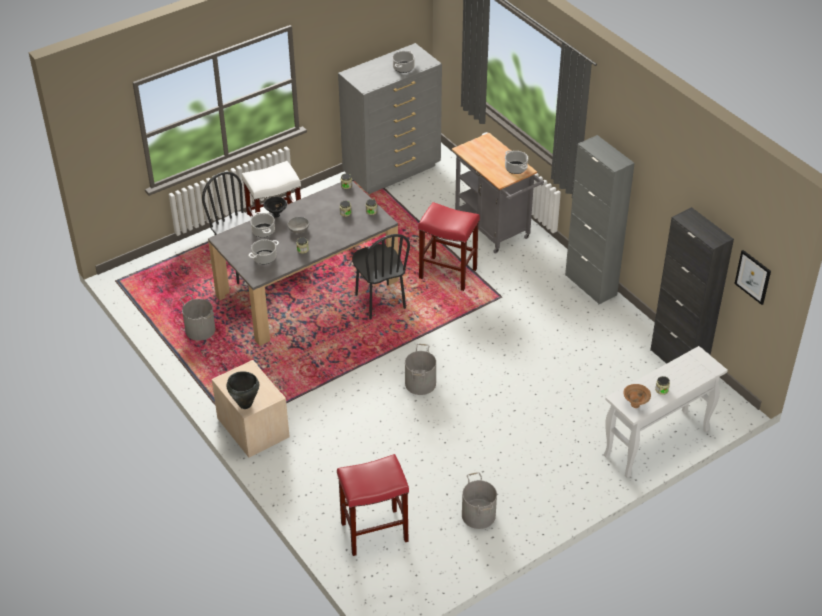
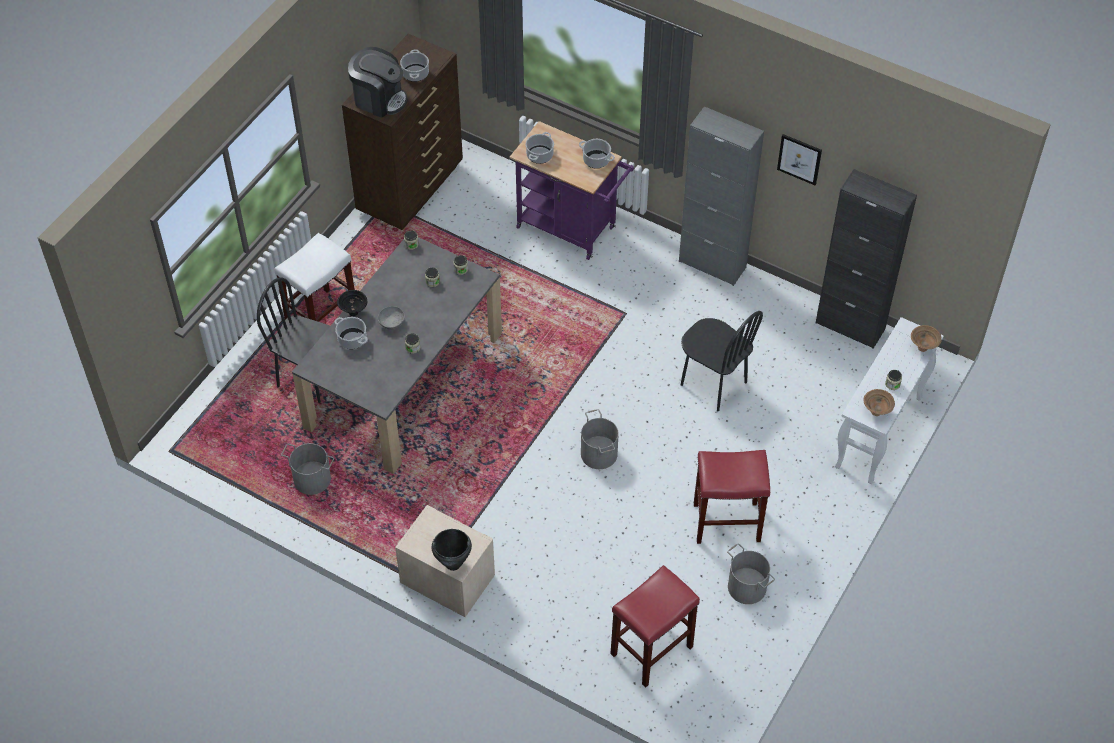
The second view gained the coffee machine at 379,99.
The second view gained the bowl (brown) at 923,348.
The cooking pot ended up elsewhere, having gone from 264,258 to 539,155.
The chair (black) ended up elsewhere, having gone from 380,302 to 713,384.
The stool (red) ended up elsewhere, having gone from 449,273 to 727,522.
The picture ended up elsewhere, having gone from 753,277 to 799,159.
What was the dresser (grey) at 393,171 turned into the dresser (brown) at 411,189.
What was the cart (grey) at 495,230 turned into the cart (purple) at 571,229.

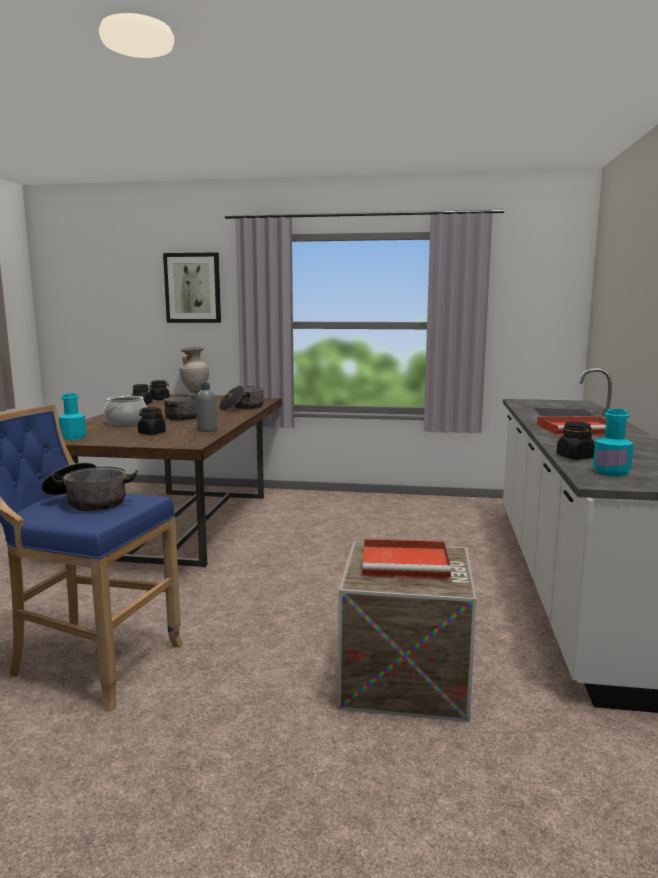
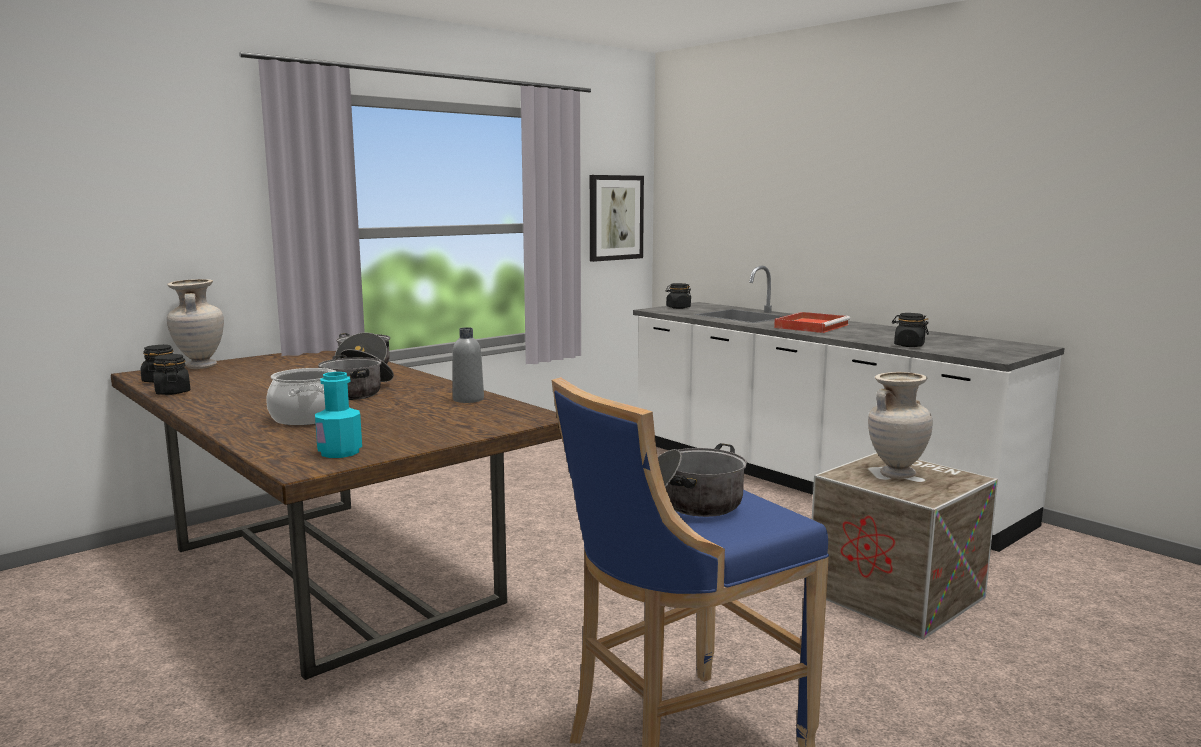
The second view lost the bottle (turquoise) at 611,472.
The jar (black) ended up elsewhere, having gone from 151,433 to 678,307.
The picture ended up elsewhere, having gone from 193,288 to 615,217.
Where the tray (red) stood at 406,562, the vase (beige) came to stand at 895,474.

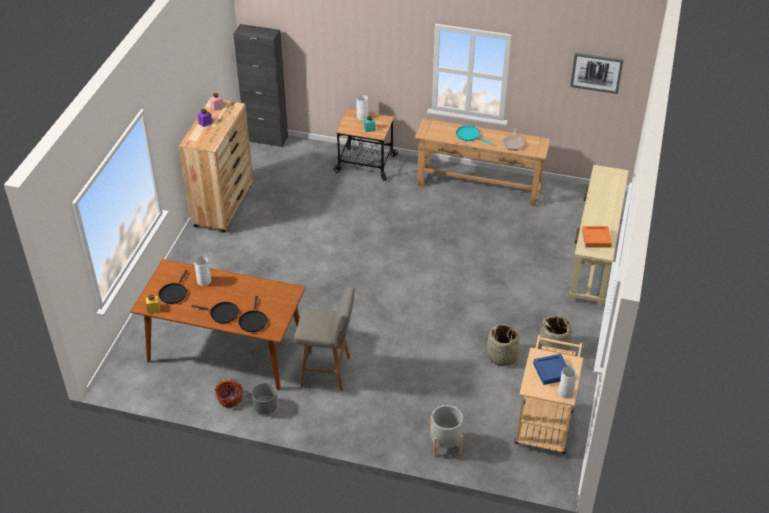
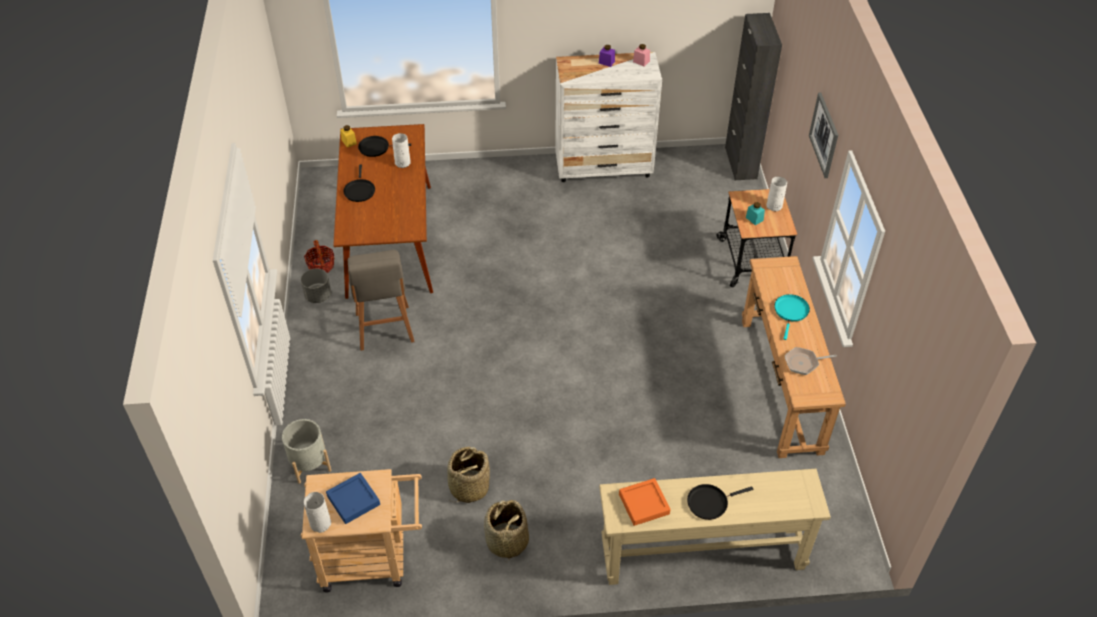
The frying pan (black) ended up elsewhere, having gone from 253,321 to 710,502.
The picture ended up elsewhere, having gone from 596,72 to 824,135.
What was the dresser (brown) at 223,205 turned into the dresser (white) at 604,167.

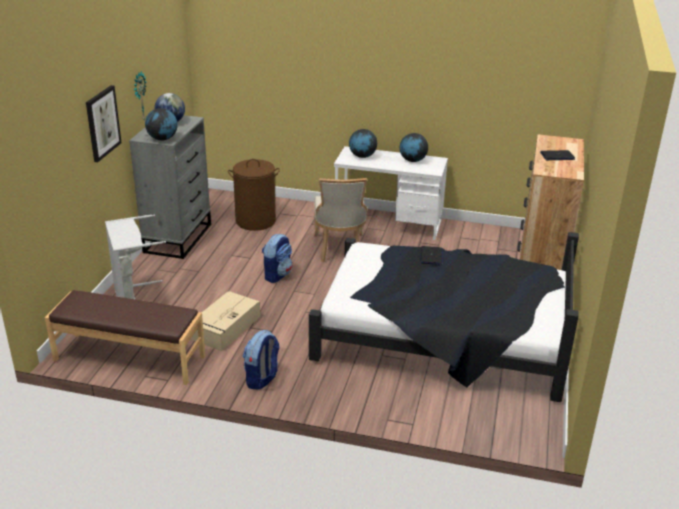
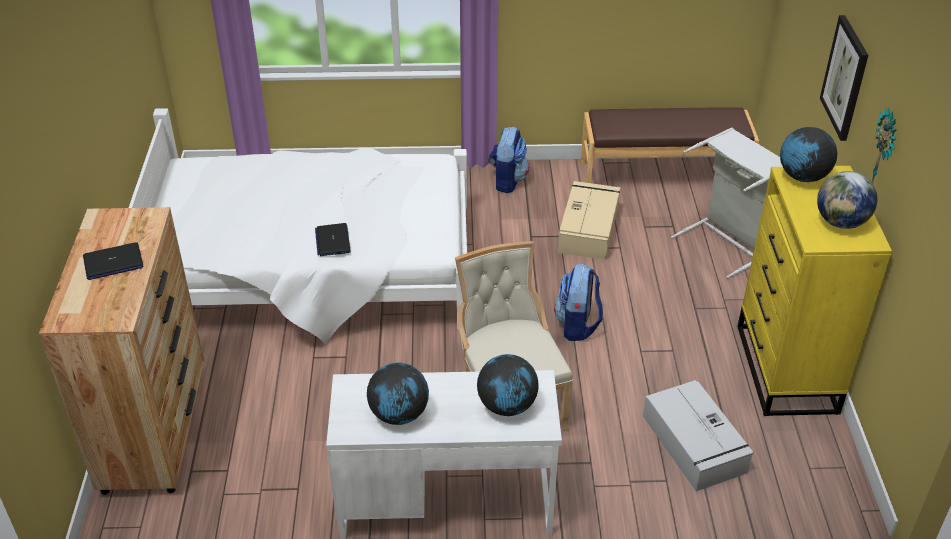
Where the laundry basket (brown) stood at 255,221, the storage box (grey) came to stand at 695,445.
What was the dresser (grey) at 178,238 turned into the dresser (yellow) at 786,370.
What was the bed (black) at 441,337 turned into the bed (white) at 315,269.

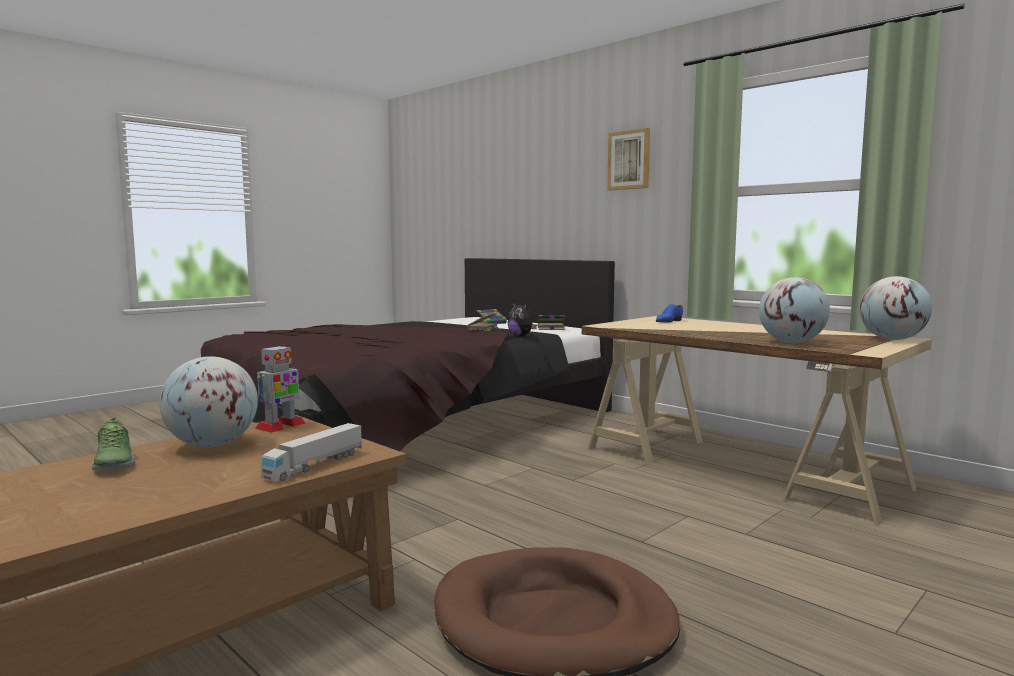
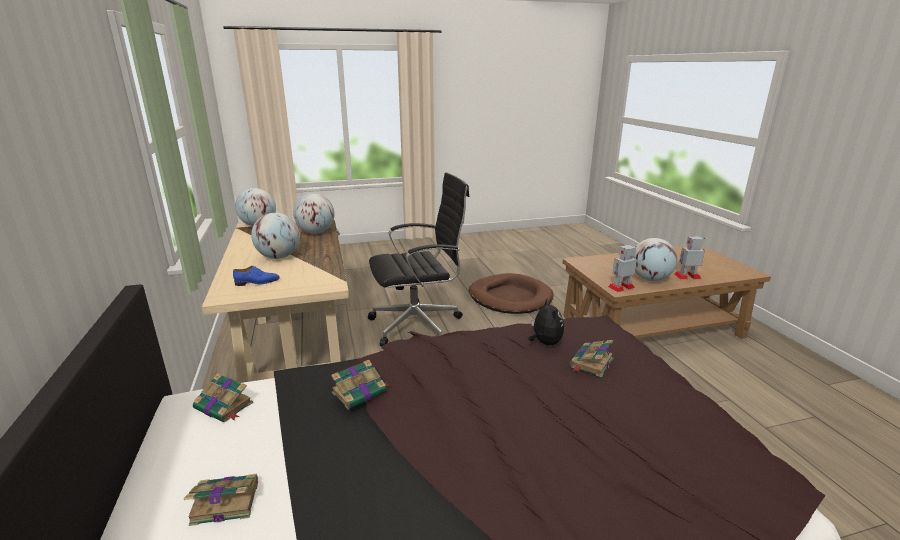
The second view lost the toy truck at 315,465.
The second view lost the picture at 629,160.
The second view gained the globe at 279,257.
The second view gained the office chair (black) at 419,325.
The second view gained the book at 591,363.
The plush toy ended up elsewhere, having gone from 521,336 to 545,343.
Where the shoe stood at 113,463, the toy robot came to stand at 687,276.

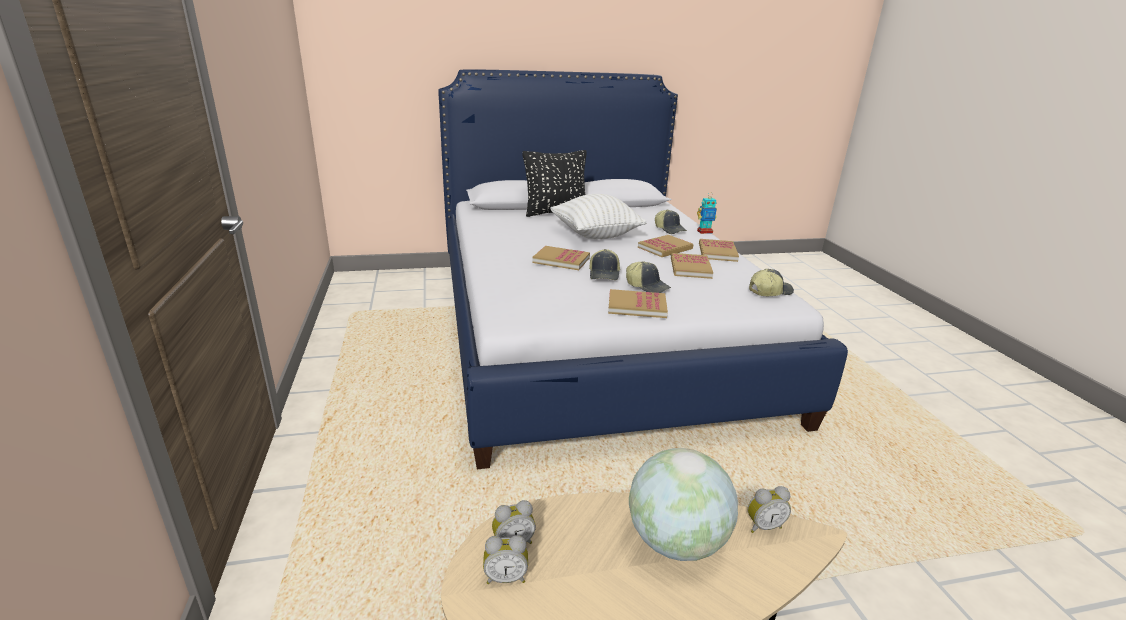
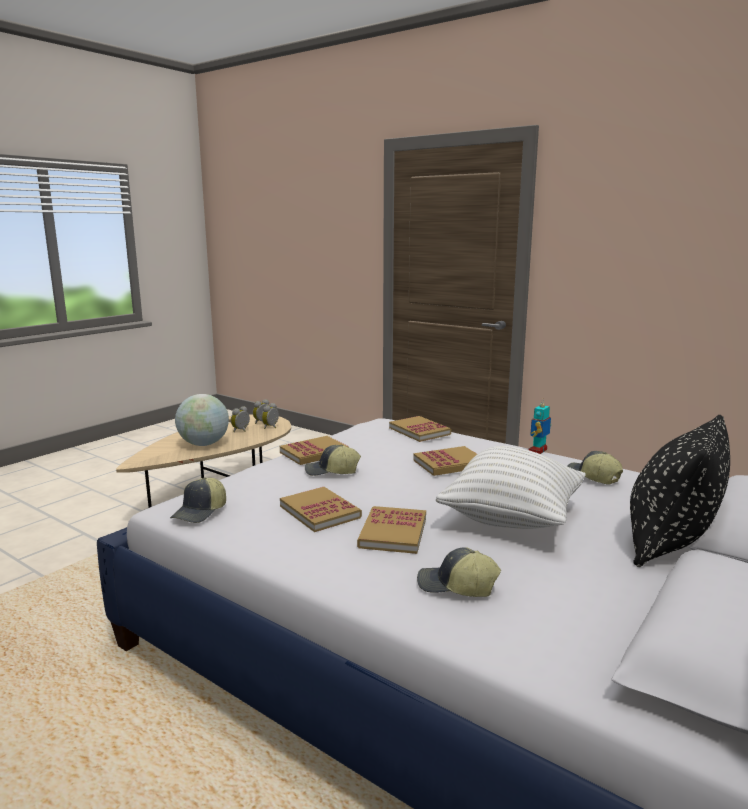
The cap ended up elsewhere, having gone from 604,274 to 592,477.
The toy robot ended up elsewhere, having gone from 704,232 to 538,451.
The book ended up elsewhere, having gone from 717,252 to 419,431.
The alarm clock ended up elsewhere, having gone from 763,525 to 241,431.

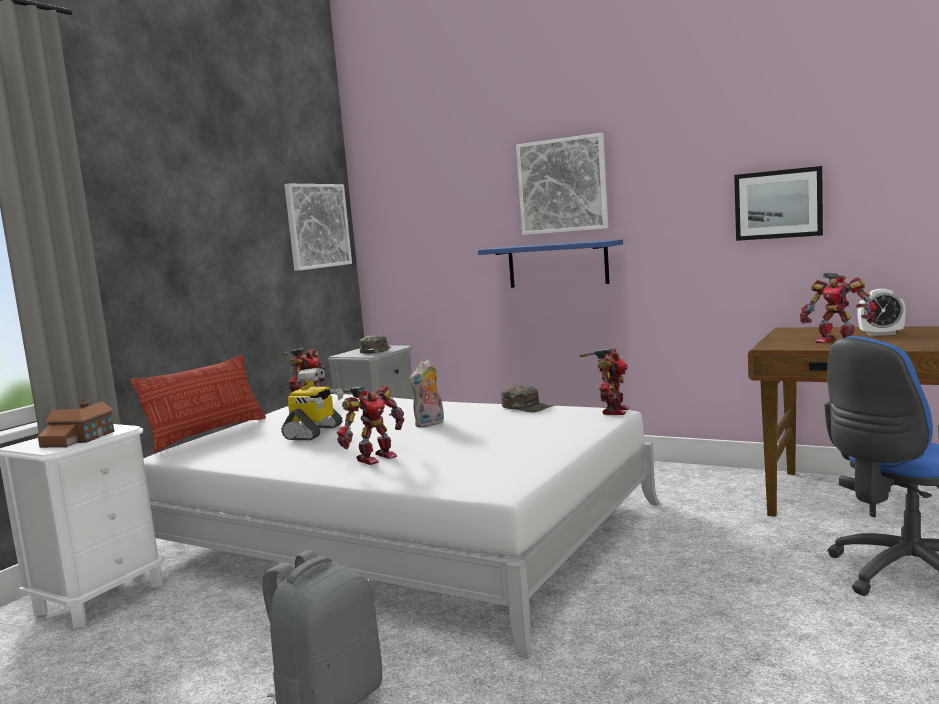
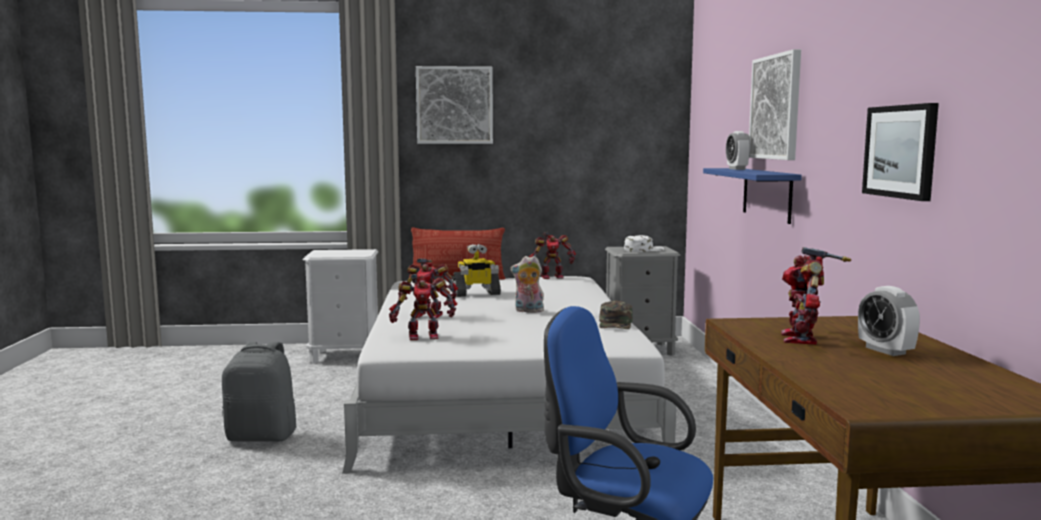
The second view lost the toy house at 78,439.
The second view gained the alarm clock at 737,169.
The picture ended up elsewhere, having gone from 317,226 to 454,105.
The toy robot ended up elsewhere, having gone from 612,411 to 423,336.
What was the cap (green) at 375,350 turned into the cap (white) at 643,250.

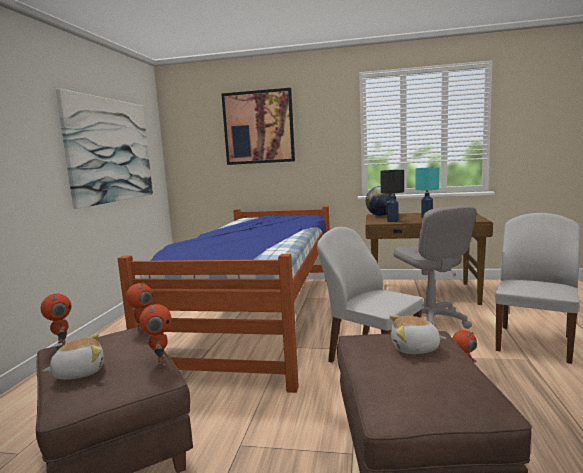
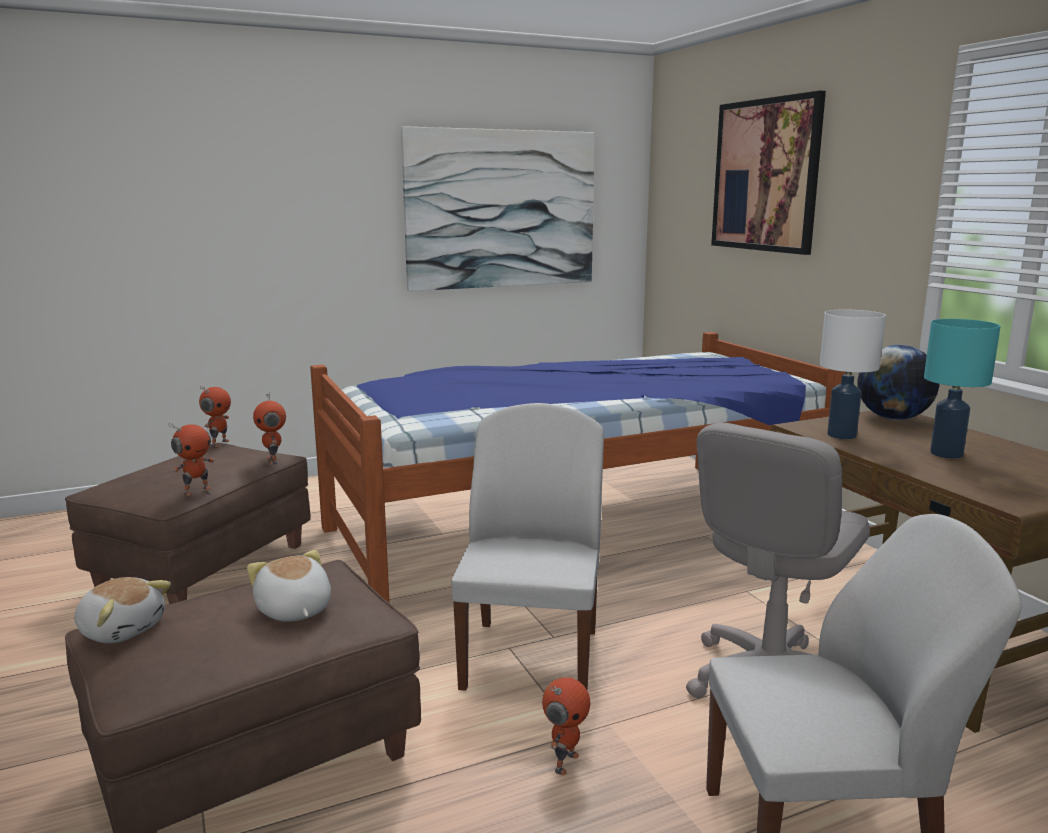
The plush toy ended up elsewhere, having gone from 79,372 to 122,629.
What was the table lamp (black) at 392,221 turned into the table lamp (white) at 841,435.
The toy robot at 143,331 ended up facing another way, 150 degrees clockwise from before.

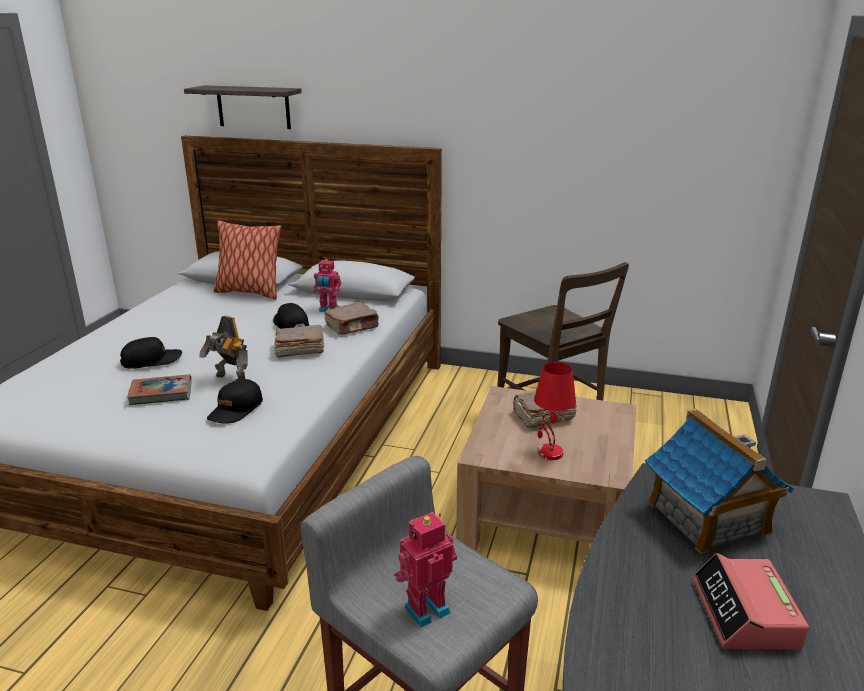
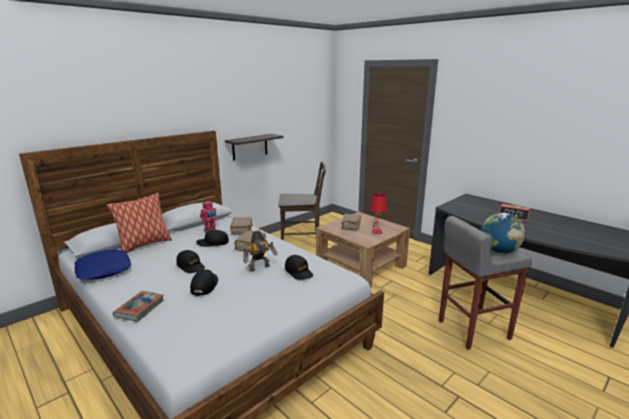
The second view lost the toy house at 708,518.
The second view gained the pillow (blue) at 104,270.
The second view gained the cap (black) at 191,266.
The book ended up elsewhere, having gone from 161,393 to 140,308.
The shelf ended up elsewhere, having gone from 253,107 to 250,147.
Where the toy robot stood at 425,608, the globe came to stand at 499,251.

